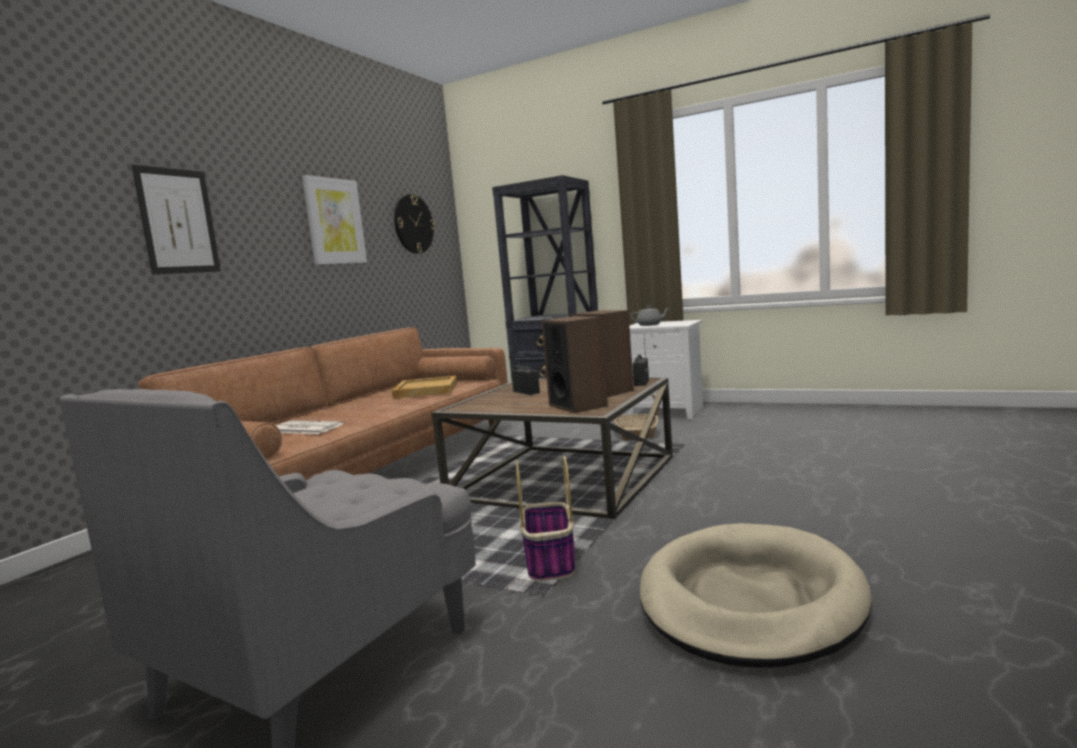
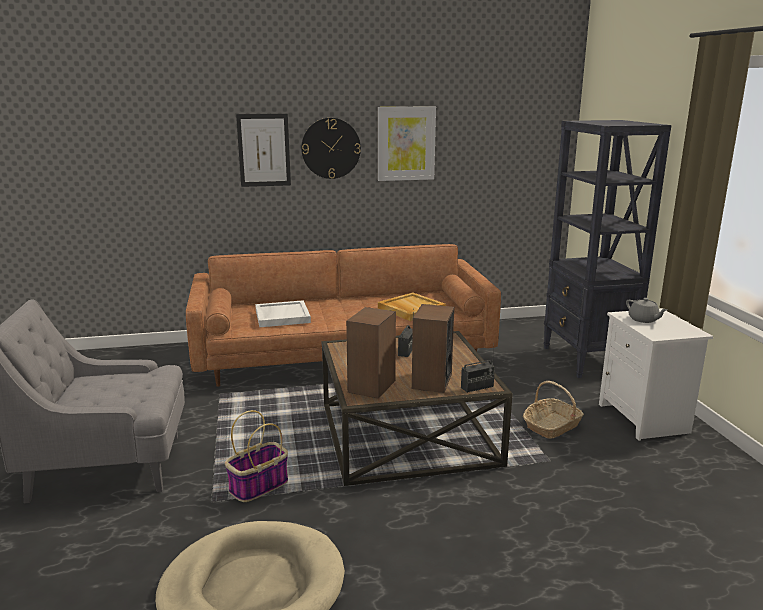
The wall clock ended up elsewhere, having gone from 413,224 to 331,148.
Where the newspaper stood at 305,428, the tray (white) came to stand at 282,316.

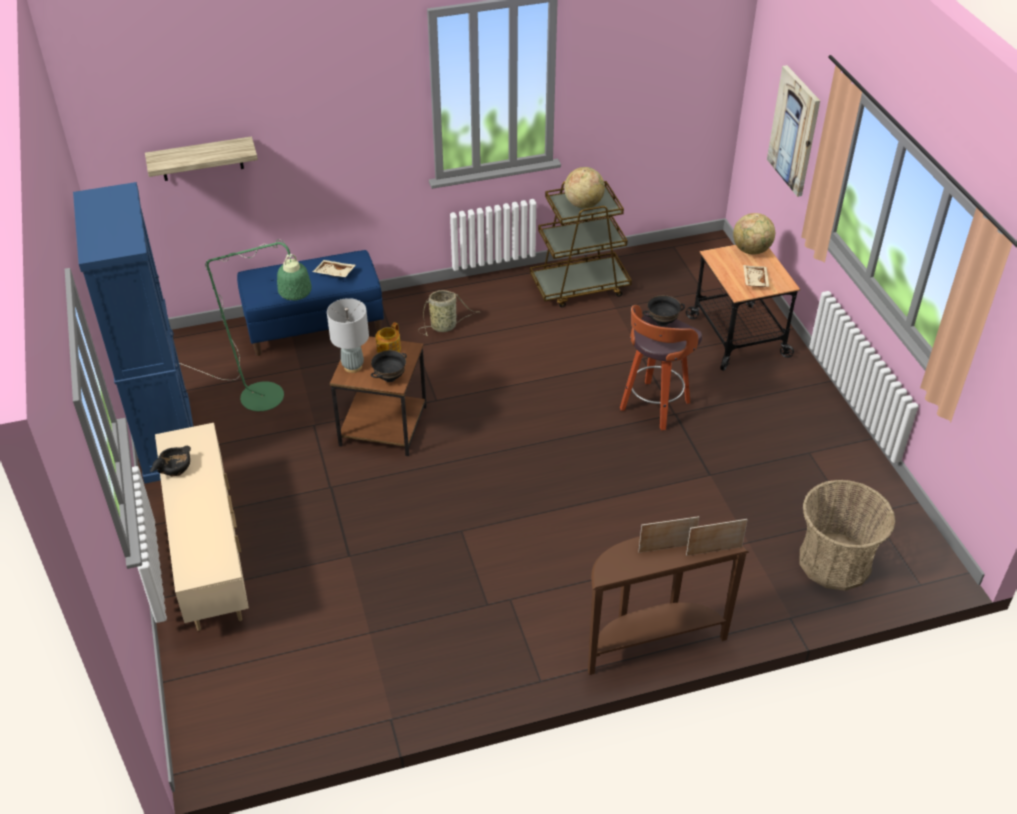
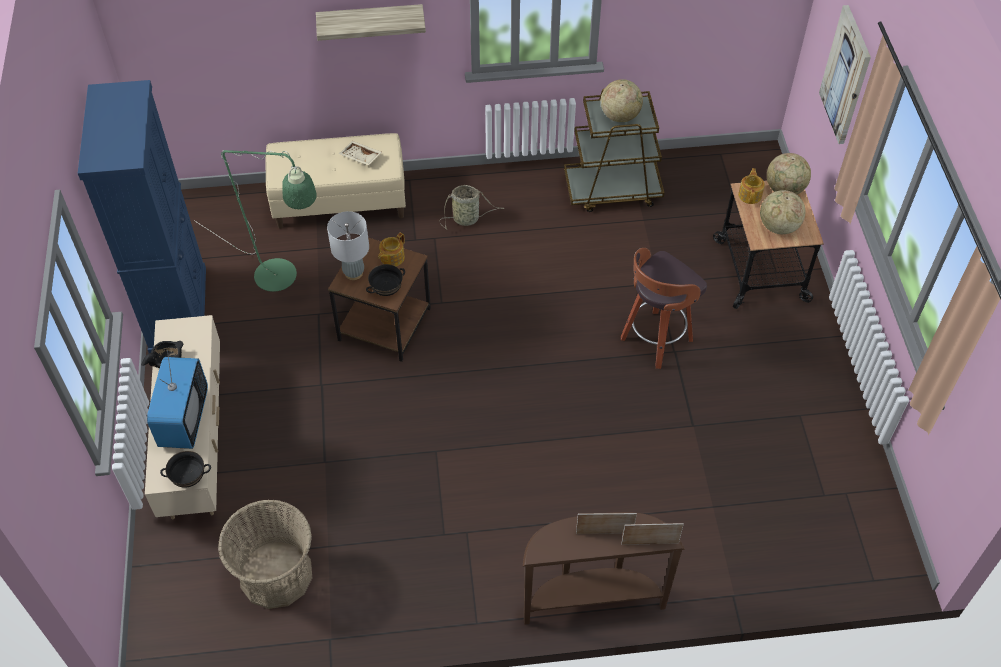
The second view gained the television at 184,419.
The second view gained the teapot at 750,195.
The shelf ended up elsewhere, having gone from 201,159 to 370,22.
The bowl (black) ended up elsewhere, having gone from 662,321 to 189,478.
The basket ended up elsewhere, having gone from 835,562 to 276,575.
Where the tray (beige) stood at 754,280, the globe came to stand at 778,227.
What was the bench (blue) at 315,326 turned into the bench (beige) at 340,202.

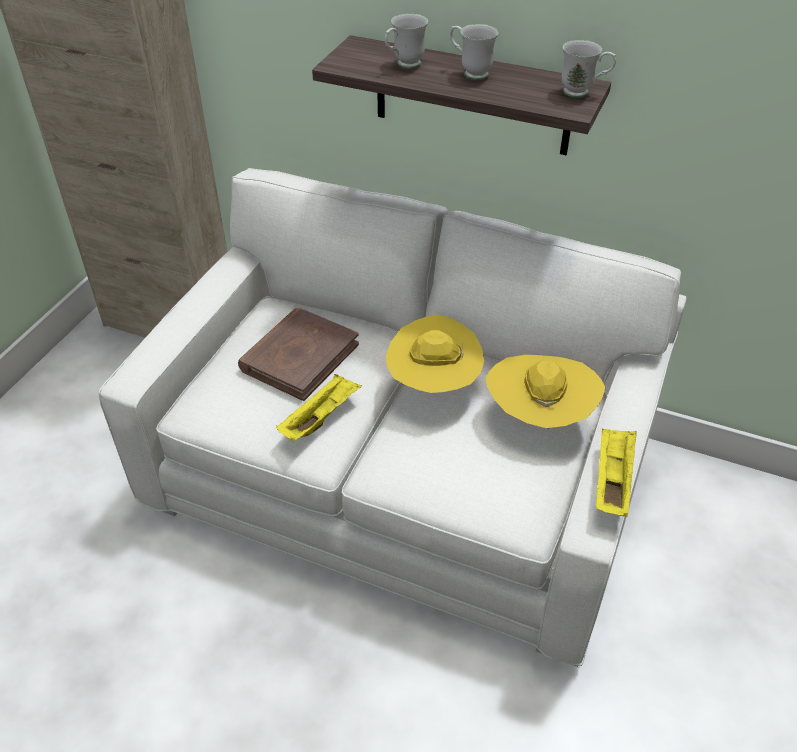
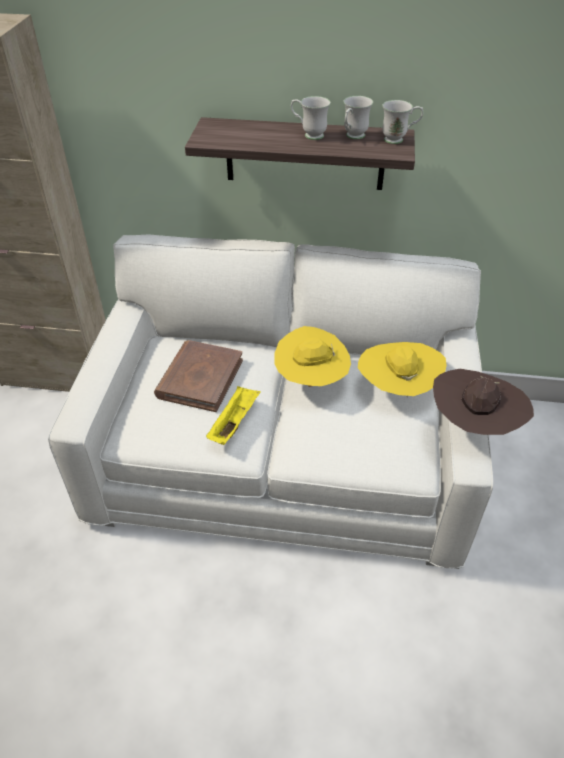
The mug (white) ended up elsewhere, having gone from 404,65 to 353,137.
Where the tray (yellow) stood at 611,481, the hat (brown) came to stand at 473,425.

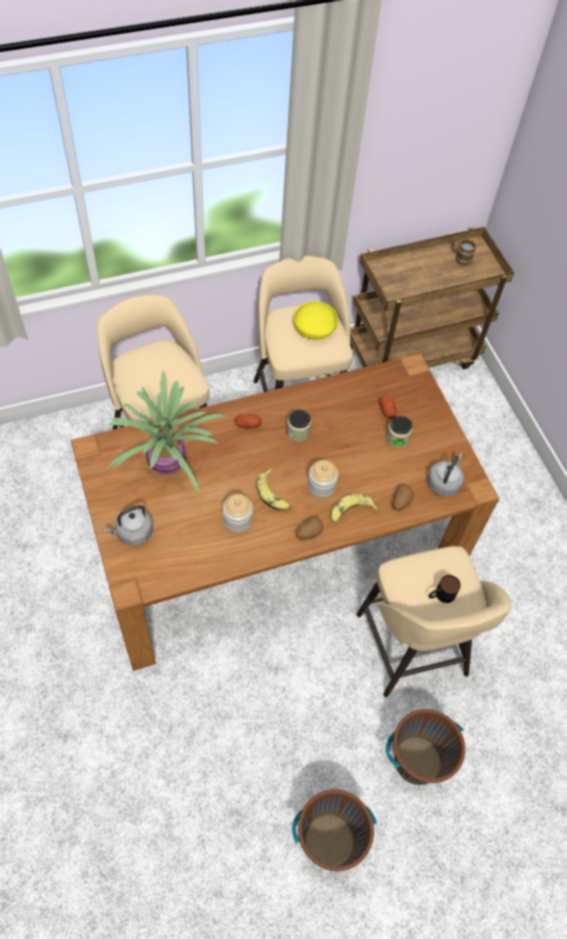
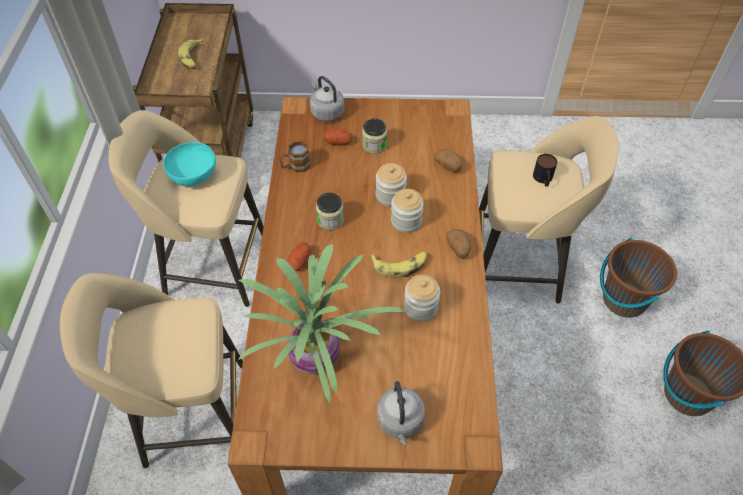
The second view gained the jar at 390,195.
The banana ended up elsewhere, having gone from 350,512 to 192,58.
The kettle (grey) ended up elsewhere, having gone from 444,483 to 326,112.
The mug ended up elsewhere, having gone from 460,257 to 295,166.
What was the bowl (yellow) at 315,329 turned into the bowl (turquoise) at 193,174.

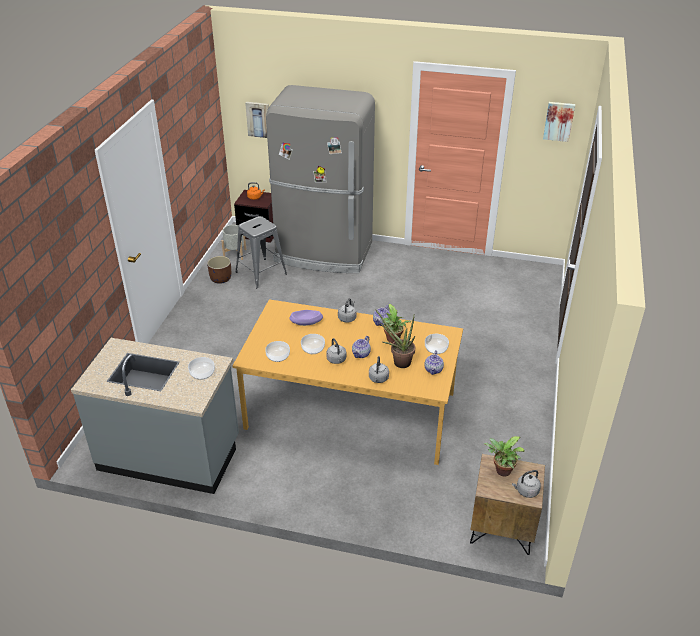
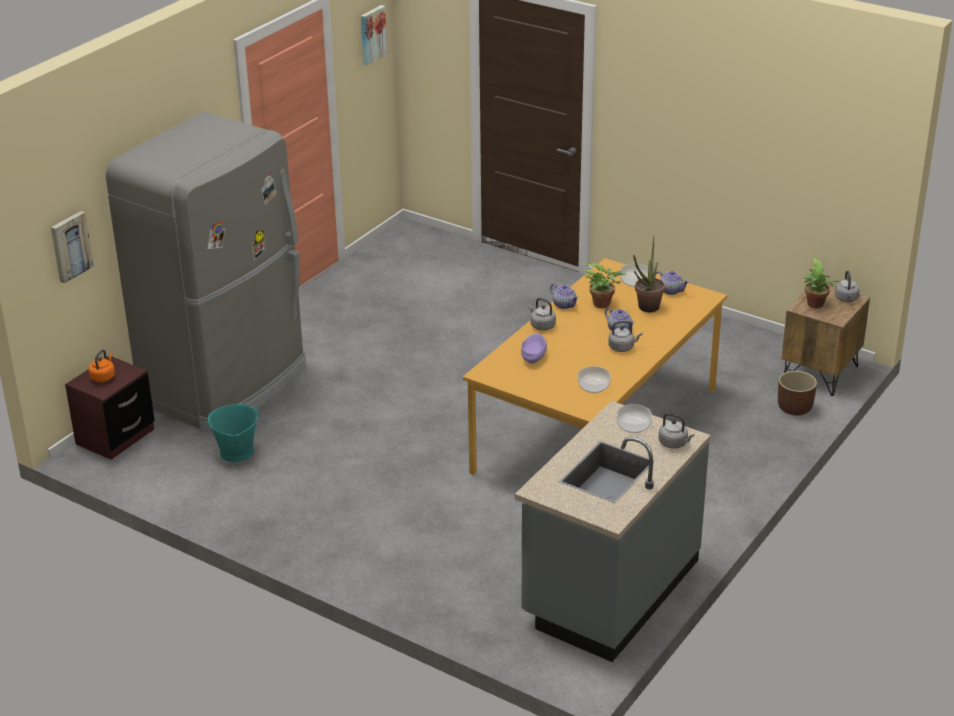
The second view lost the planter (grey) at 234,254.
The second view lost the bowl at 312,348.
The planter (brown) ended up elsewhere, having gone from 220,279 to 794,408.
The kettle (grey) ended up elsewhere, having gone from 378,379 to 674,443.
Where the stool (grey) stood at 261,273, the bucket (turquoise) came to stand at 236,452.

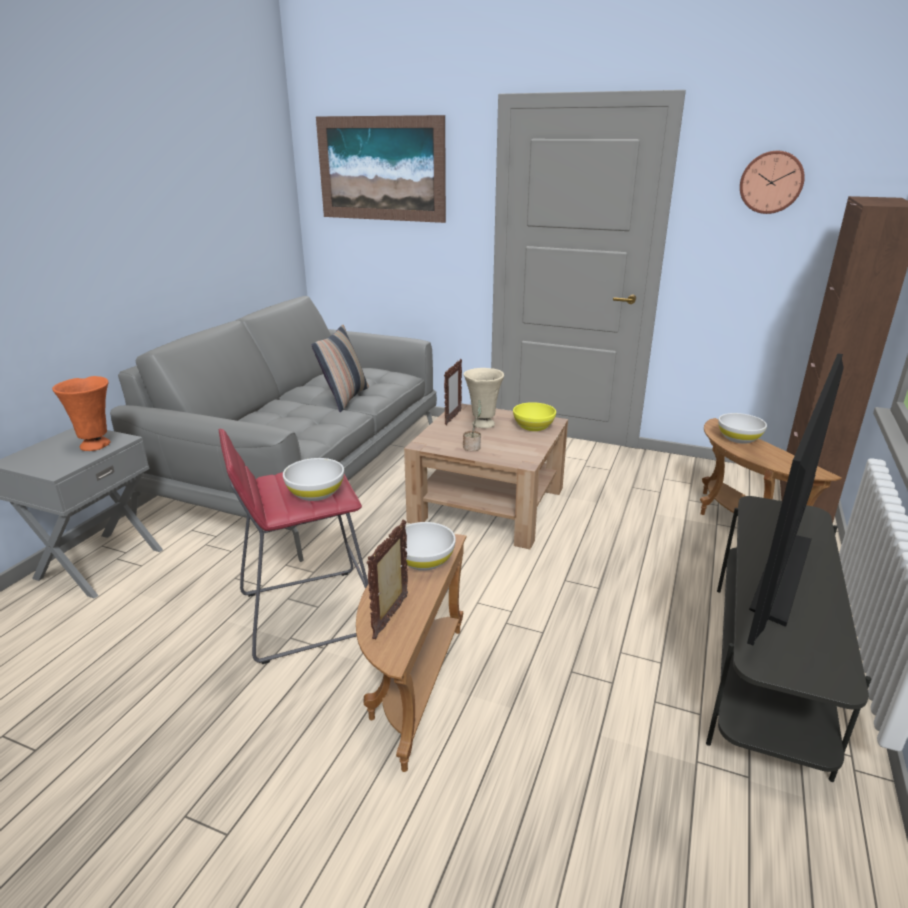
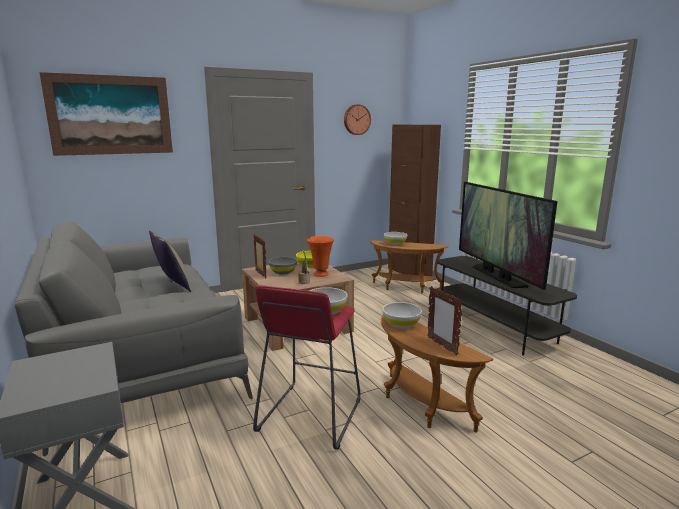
The vase (orange) ended up elsewhere, having gone from 96,445 to 321,274.
Where the vase (beige) stood at 482,424, the bowl (grey) came to stand at 283,272.

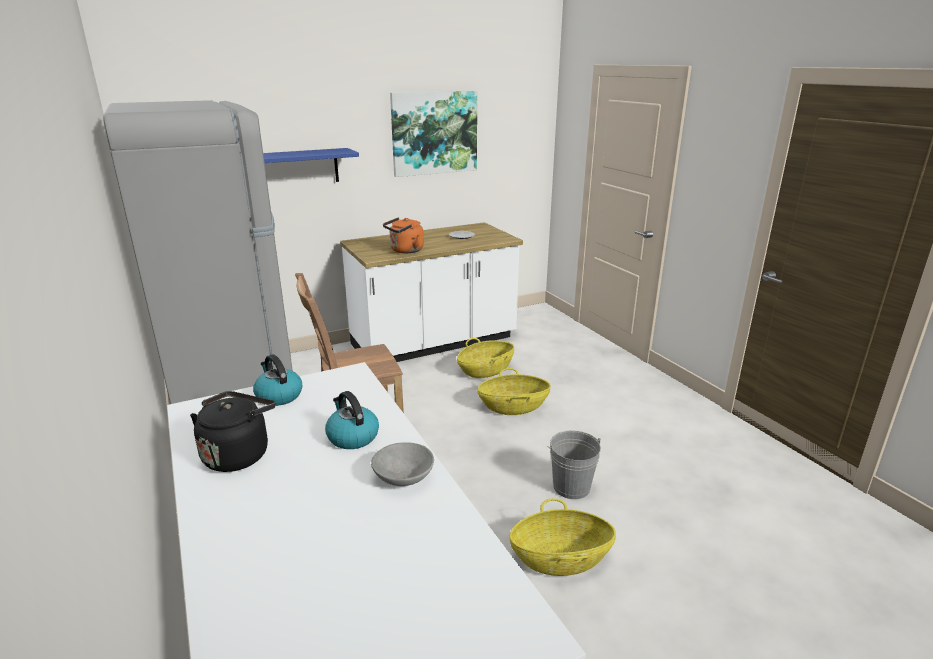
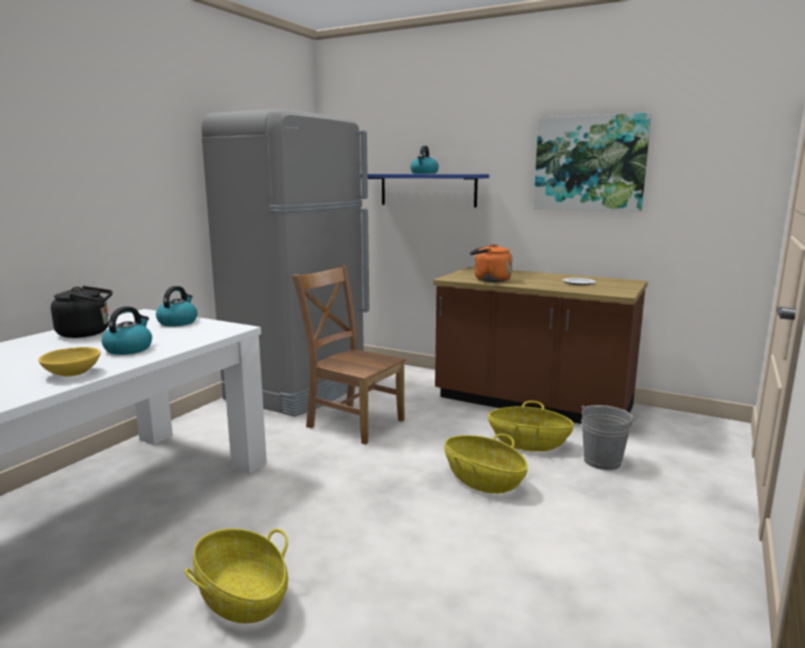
The second view gained the kettle at 424,173.
The bucket (grey) ended up elsewhere, having gone from 571,487 to 602,461.
What was the counter (white) at 434,343 turned into the counter (brown) at 532,403.
What was the bowl (grey) at 403,477 turned into the bowl (yellow) at 73,373.

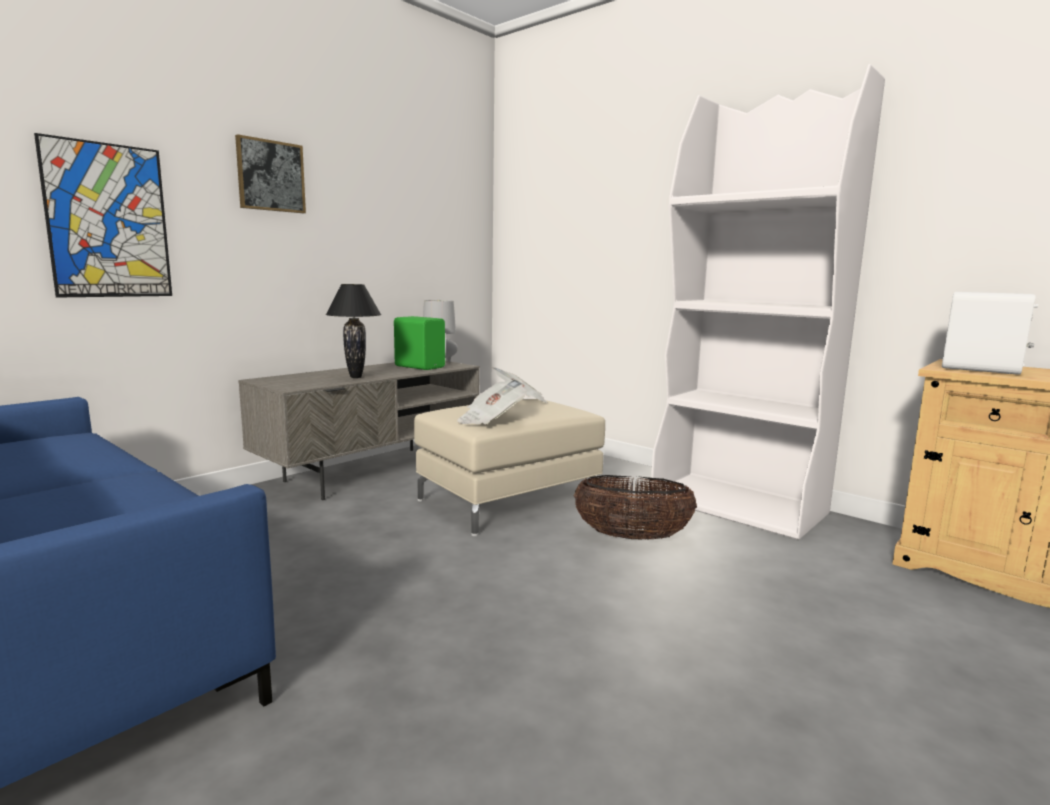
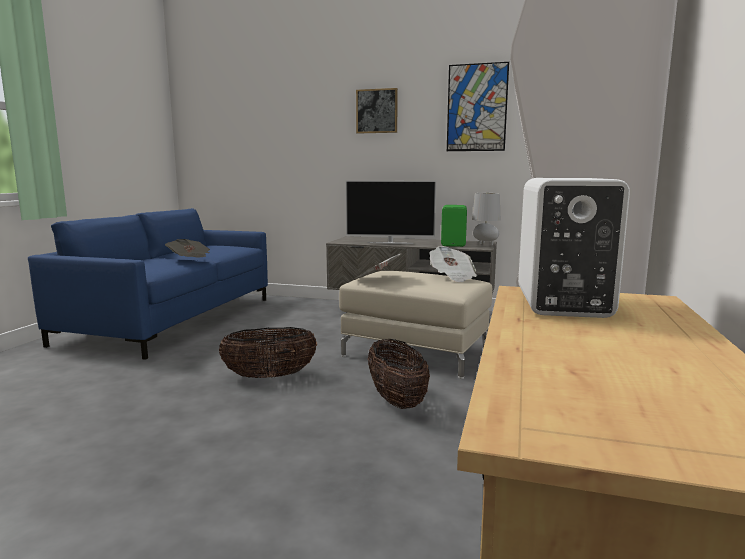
The second view gained the newspaper at 190,260.
The second view gained the basket at 270,376.
The picture ended up elsewhere, having gone from 108,221 to 477,108.
Where the table lamp (black) stood at 356,377, the television came to stand at 390,243.

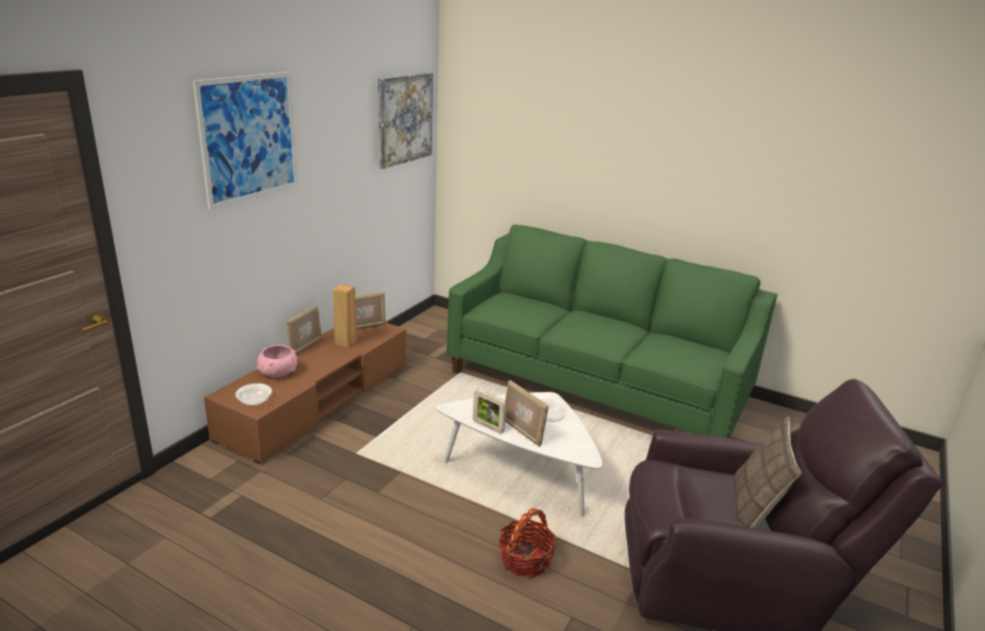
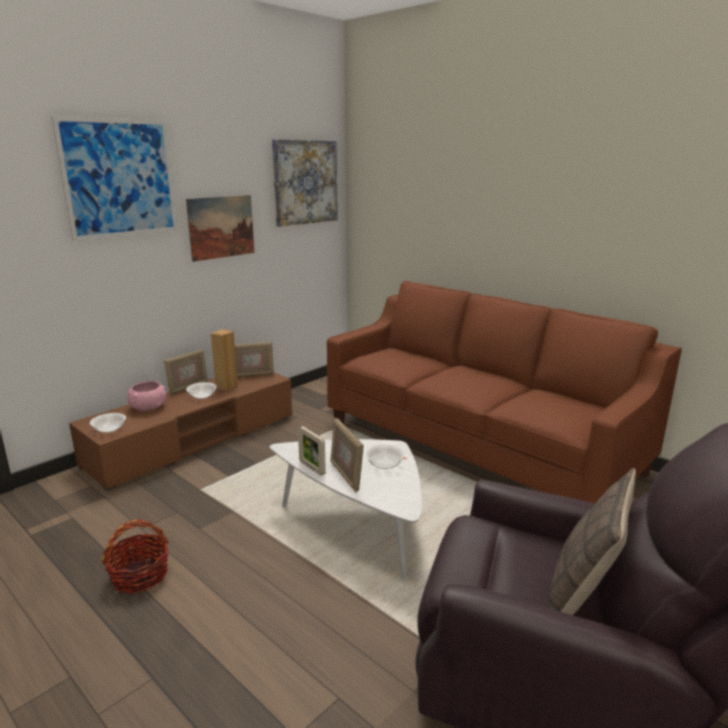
The second view gained the picture at 221,227.
The second view gained the bowl at 202,396.
The basket ended up elsewhere, having gone from 525,559 to 140,576.
What was the sofa (green) at 597,387 turned into the sofa (brown) at 479,448.

